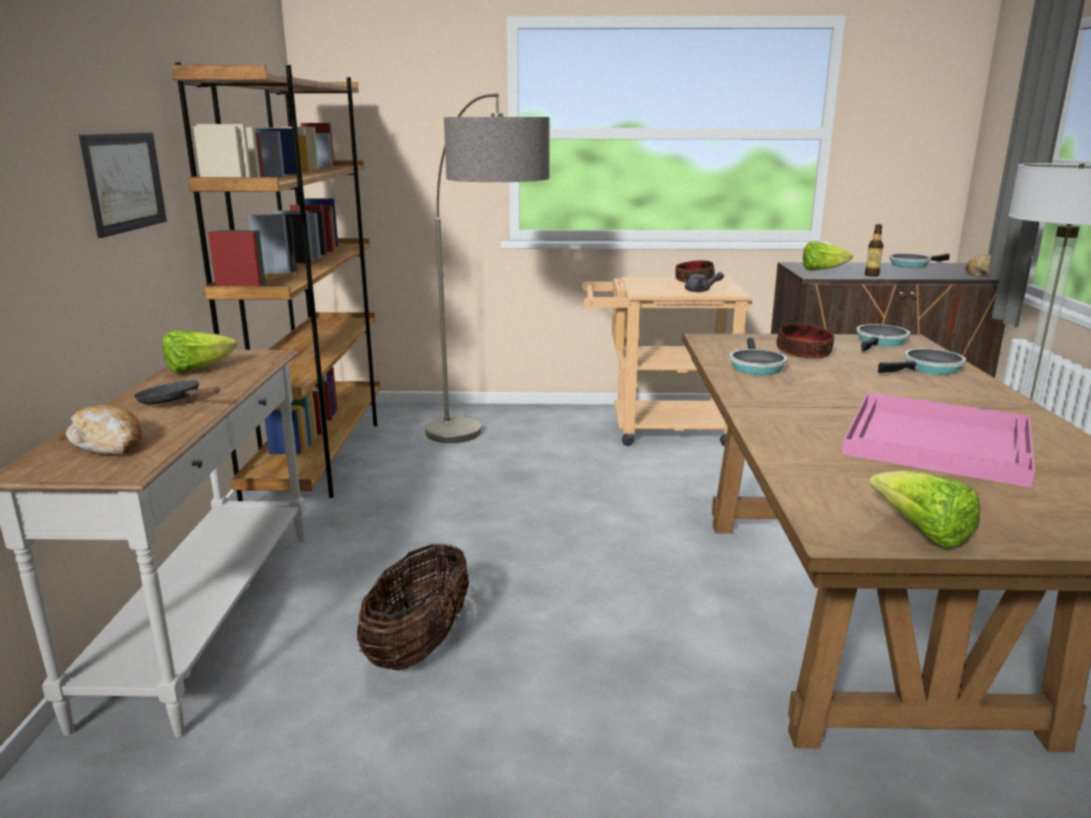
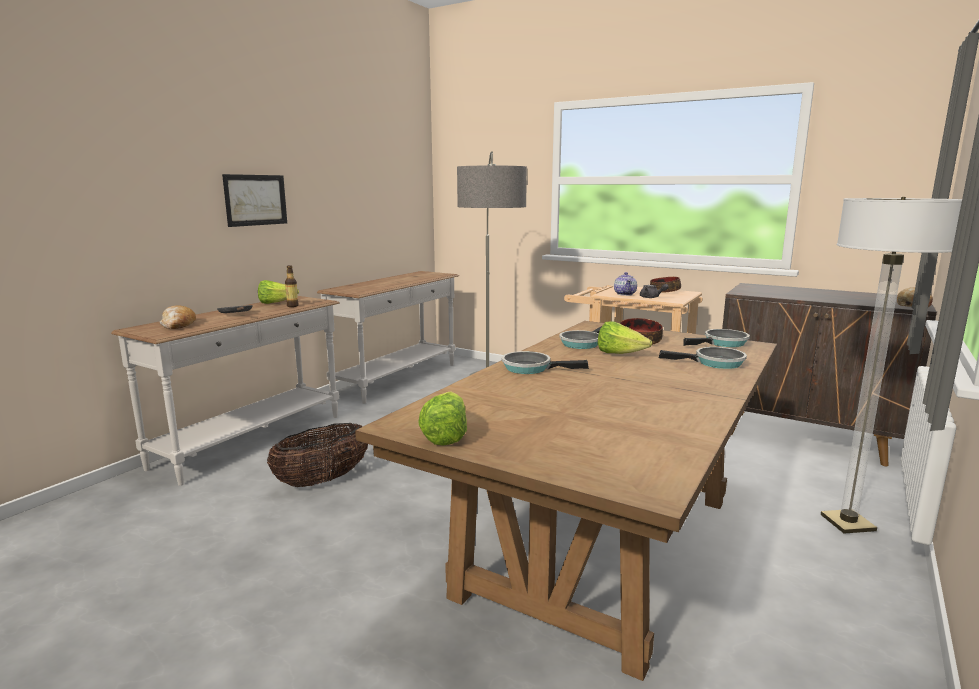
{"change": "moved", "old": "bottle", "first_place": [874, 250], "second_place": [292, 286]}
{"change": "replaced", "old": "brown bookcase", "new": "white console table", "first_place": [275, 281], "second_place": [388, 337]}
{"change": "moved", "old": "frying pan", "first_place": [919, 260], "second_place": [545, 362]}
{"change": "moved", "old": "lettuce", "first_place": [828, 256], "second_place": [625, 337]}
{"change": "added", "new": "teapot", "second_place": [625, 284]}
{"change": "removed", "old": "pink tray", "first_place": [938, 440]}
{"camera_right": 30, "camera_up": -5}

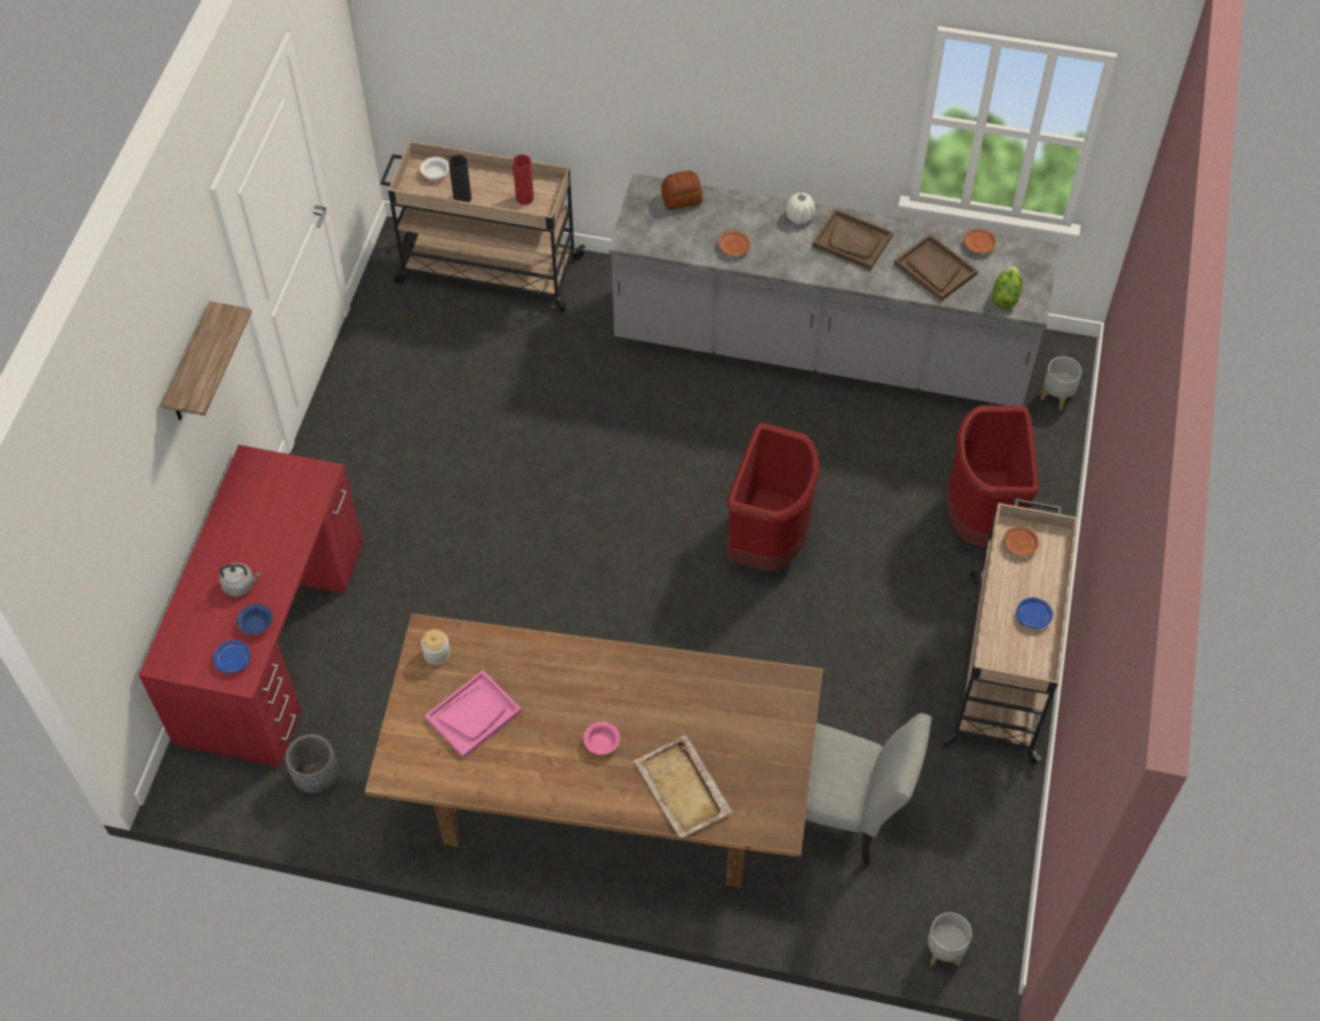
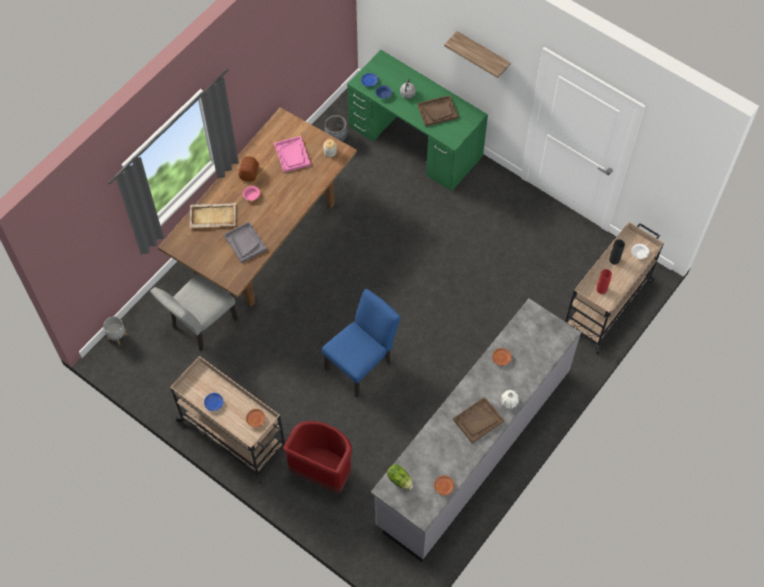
{"change": "added", "new": "grey tray", "second_place": [245, 242]}
{"change": "moved", "old": "bread", "first_place": [682, 190], "second_place": [249, 168]}
{"change": "replaced", "old": "red trash can", "new": "blue chair", "first_place": [773, 496], "second_place": [361, 342]}
{"change": "recoloured", "old": "red desk", "new": "green desk", "first_place": [251, 606], "second_place": [417, 120]}
{"change": "moved", "old": "brown tray", "first_place": [936, 267], "second_place": [438, 111]}
{"change": "removed", "old": "grey planter", "first_place": [1061, 383]}
{"camera_right": 115, "camera_up": 5}

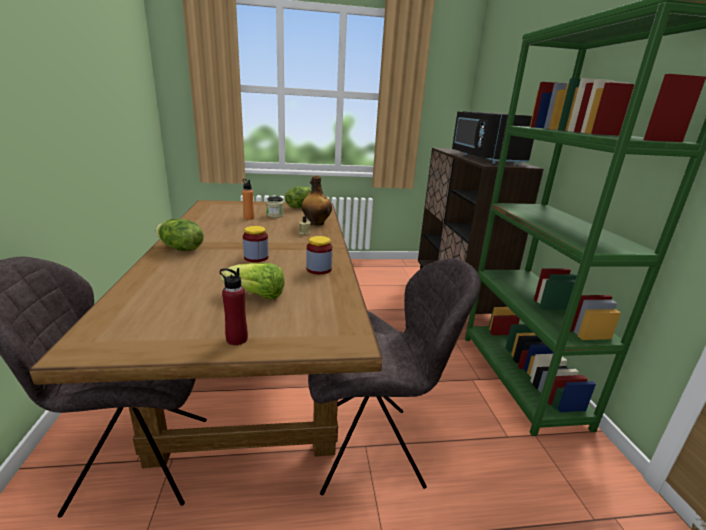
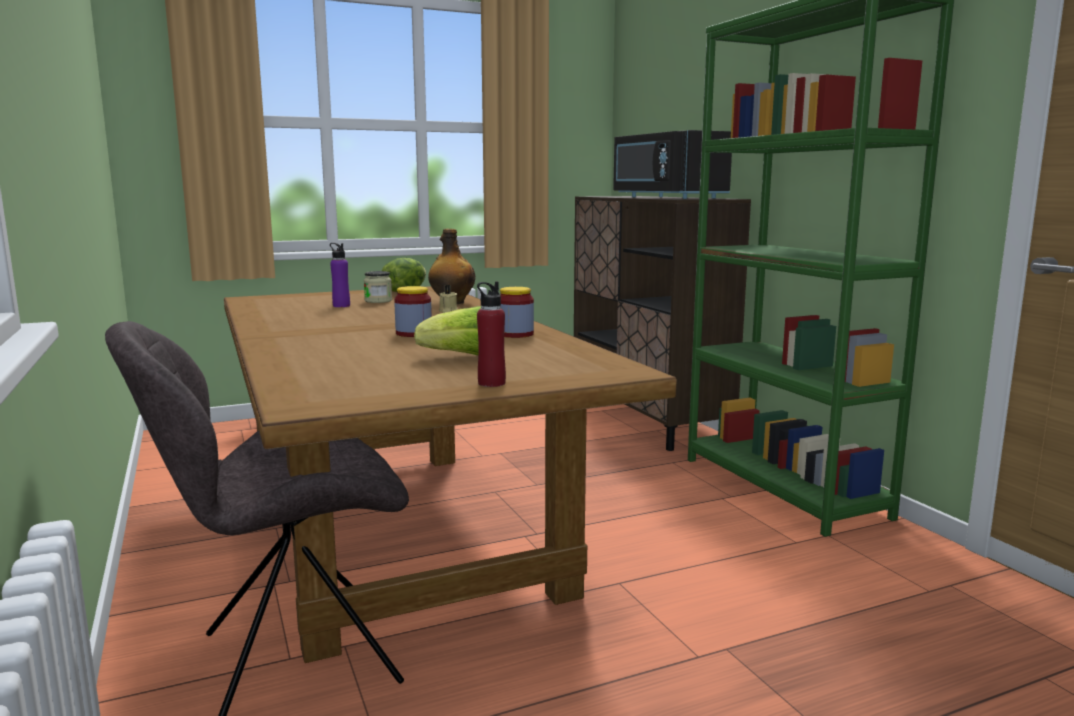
{"change": "recoloured", "old": "orange bottle", "new": "purple bottle", "first_place": [248, 199], "second_place": [340, 275]}
{"change": "removed", "old": "lettuce", "first_place": [179, 235]}
{"change": "removed", "old": "grey chair", "first_place": [394, 376]}
{"camera_right": -15, "camera_up": -10}

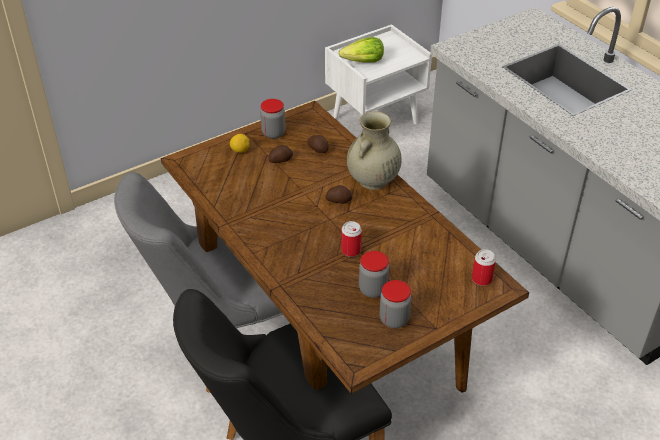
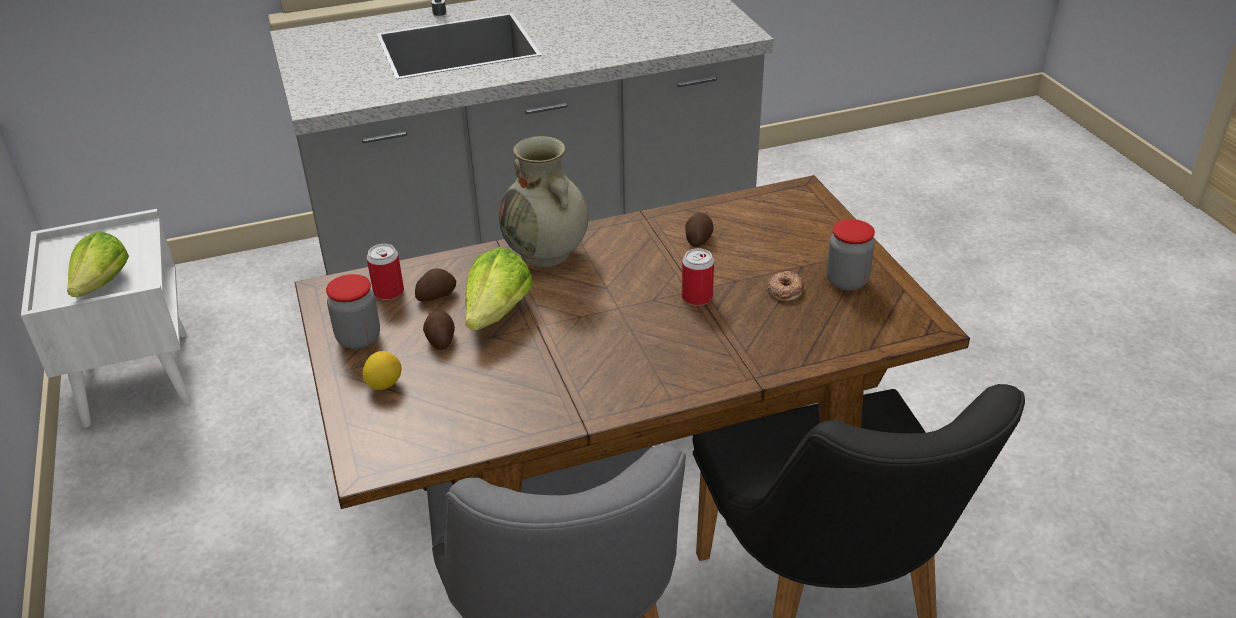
{"change": "moved", "old": "can", "first_place": [484, 267], "second_place": [385, 272]}
{"change": "added", "new": "lettuce", "second_place": [499, 289]}
{"change": "moved", "old": "potato", "first_place": [338, 194], "second_place": [699, 230]}
{"change": "replaced", "old": "jar", "new": "donut", "first_place": [374, 274], "second_place": [785, 286]}
{"camera_right": -75, "camera_up": -5}

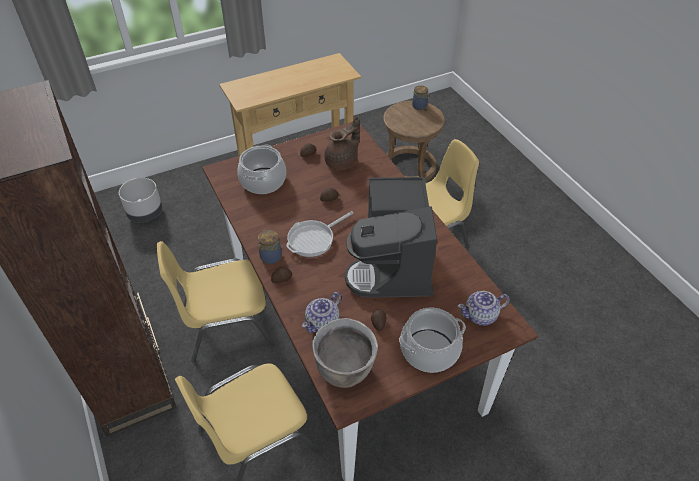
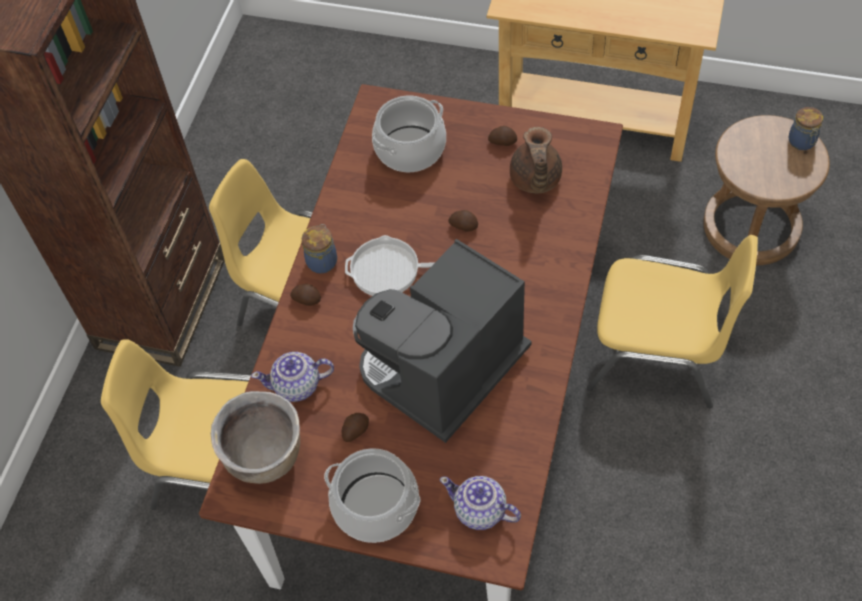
{"change": "turned", "old": "brown teapot", "first_place": [342, 143], "second_place": [536, 160], "degrees": 90}
{"change": "removed", "old": "grey planter", "first_place": [140, 200]}
{"camera_right": 45, "camera_up": 10}

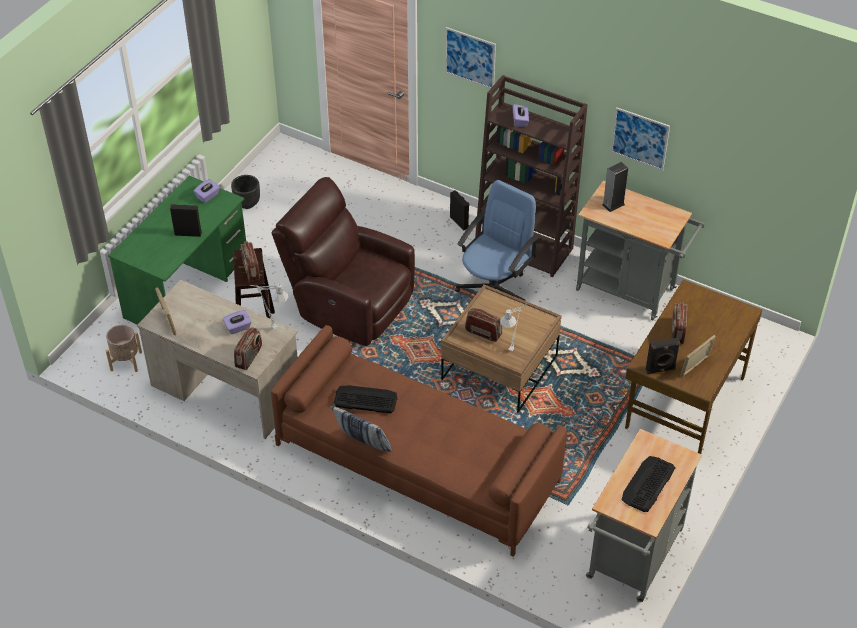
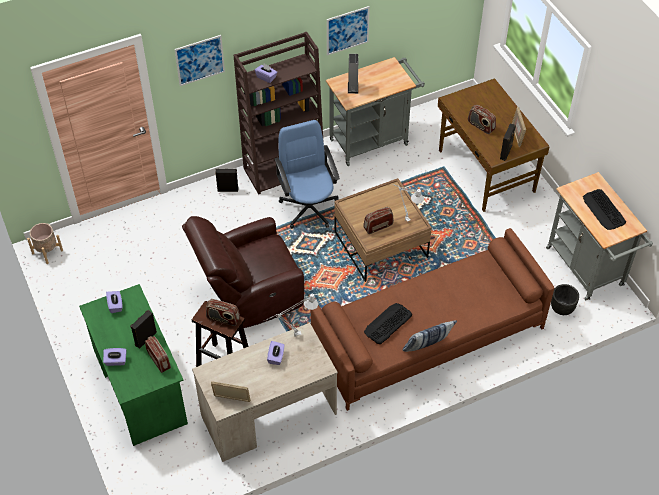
{"change": "moved", "old": "beige planter", "first_place": [124, 348], "second_place": [45, 243]}
{"change": "added", "new": "purple tissue box", "second_place": [114, 357]}
{"change": "moved", "old": "radio", "first_place": [248, 348], "second_place": [158, 354]}
{"change": "moved", "old": "black planter", "first_place": [245, 192], "second_place": [565, 299]}
{"camera_right": -55, "camera_up": 5}

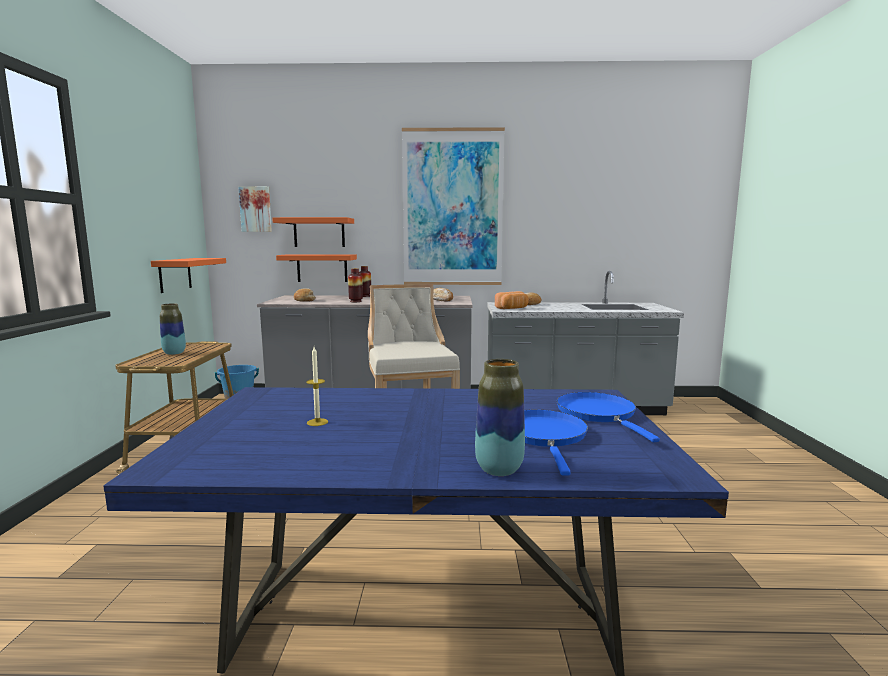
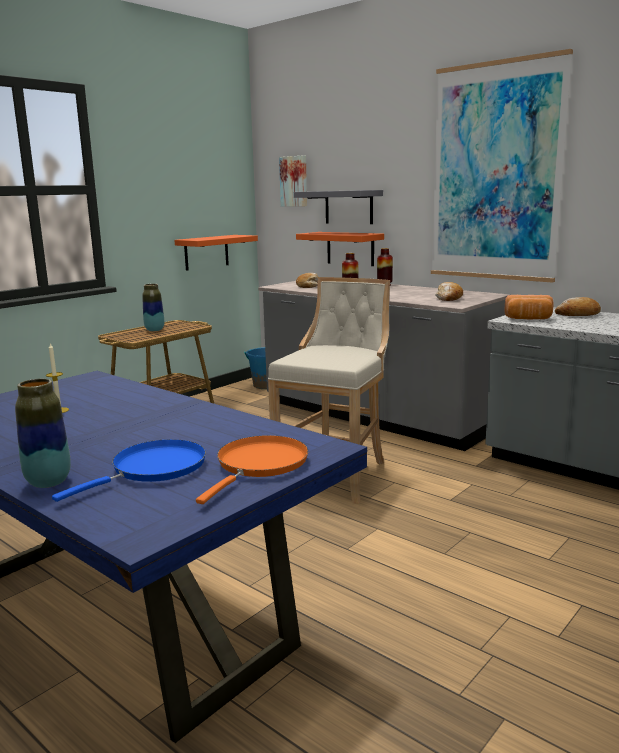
{"change": "recoloured", "old": "blue frying pan", "new": "orange frying pan", "first_place": [608, 417], "second_place": [252, 469]}
{"change": "recoloured", "old": "orange shelf", "new": "grey shelf", "first_place": [313, 232], "second_place": [338, 207]}
{"camera_right": 40, "camera_up": 5}

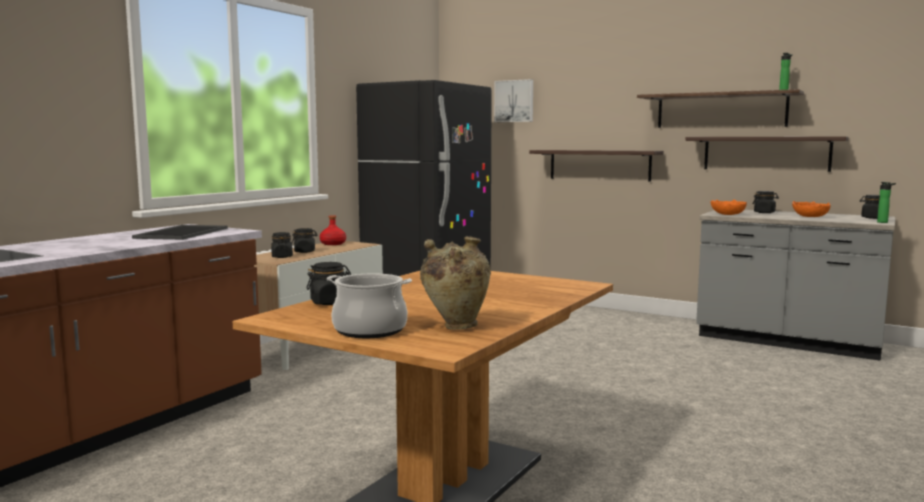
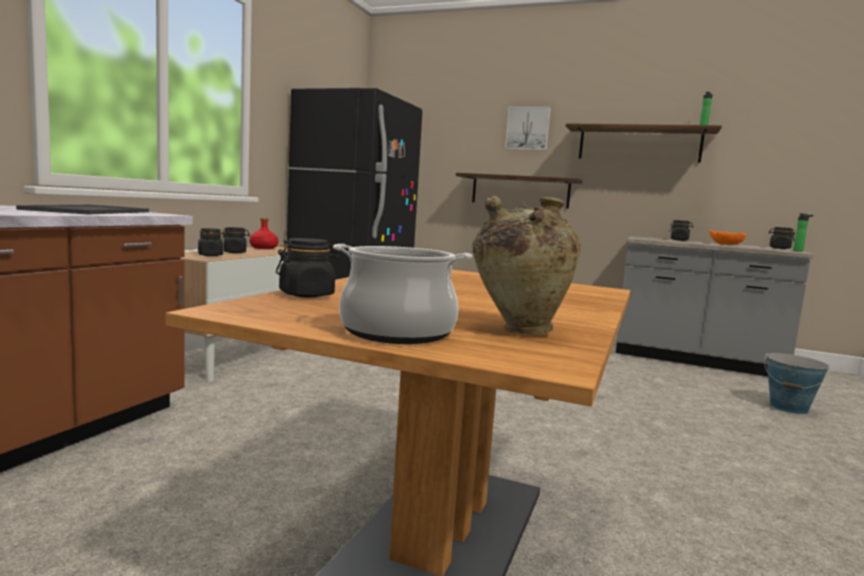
{"change": "moved", "old": "picture", "first_place": [513, 100], "second_place": [528, 129]}
{"change": "added", "new": "bucket", "second_place": [797, 383]}
{"change": "removed", "old": "shelf", "first_place": [766, 154]}
{"change": "removed", "old": "orange bowl", "first_place": [729, 207]}
{"camera_right": -10, "camera_up": 0}

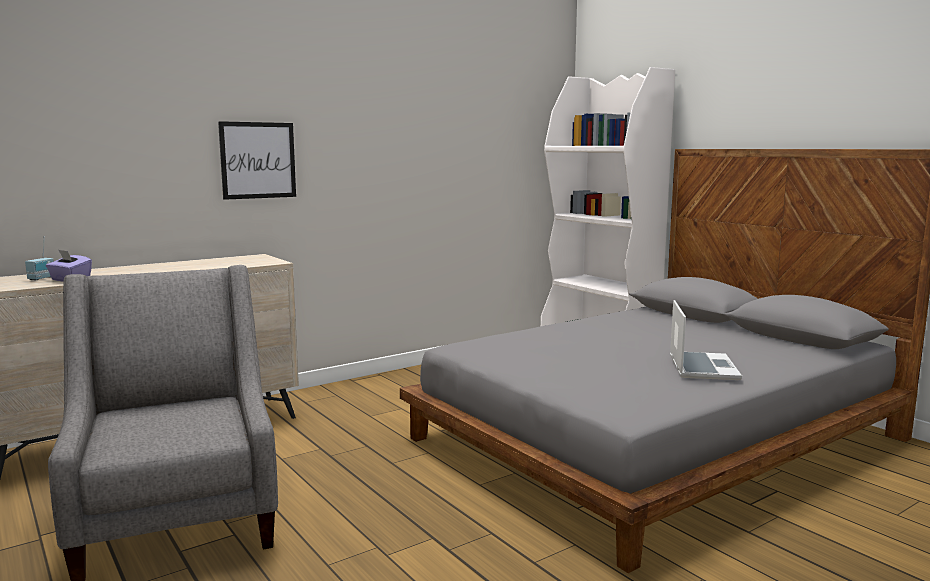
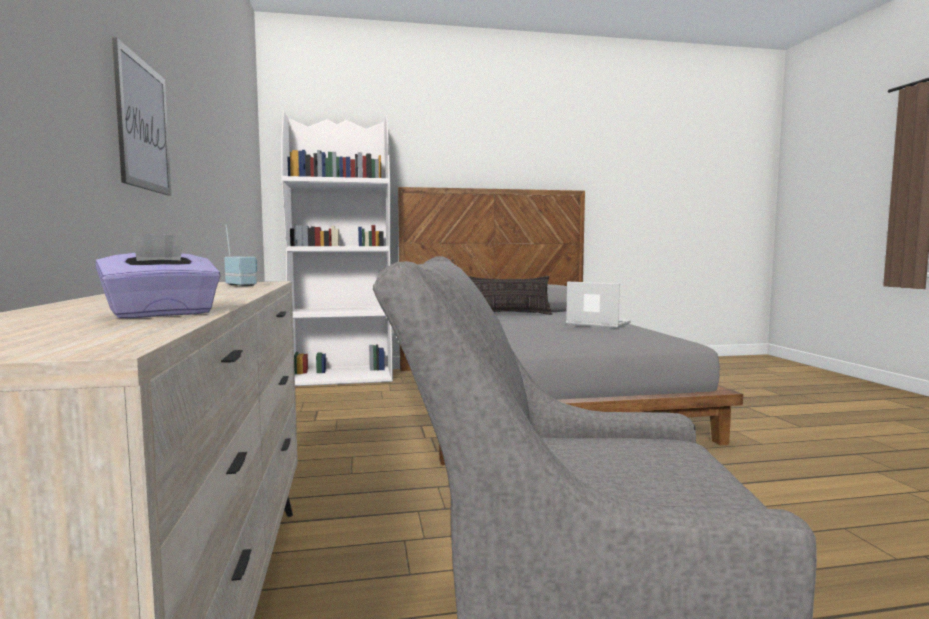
{"change": "moved", "old": "radio", "first_place": [39, 258], "second_place": [240, 255]}
{"change": "added", "new": "pillow", "second_place": [510, 295]}
{"camera_right": -65, "camera_up": -5}

